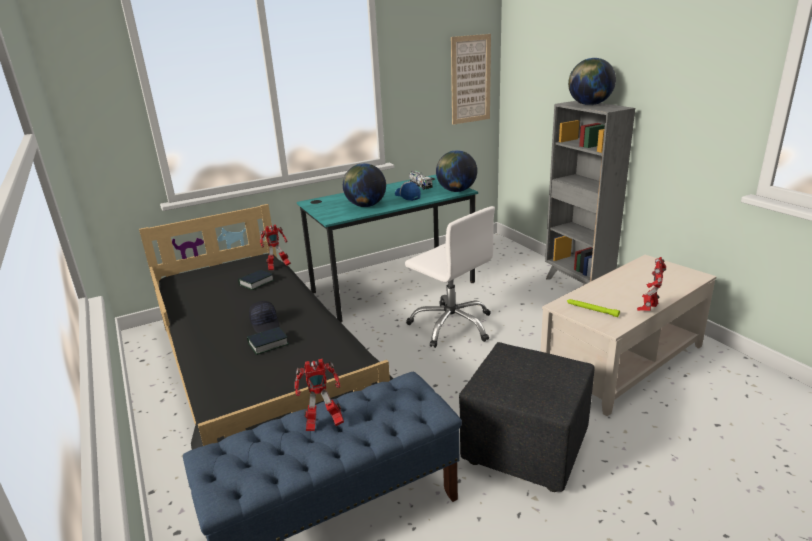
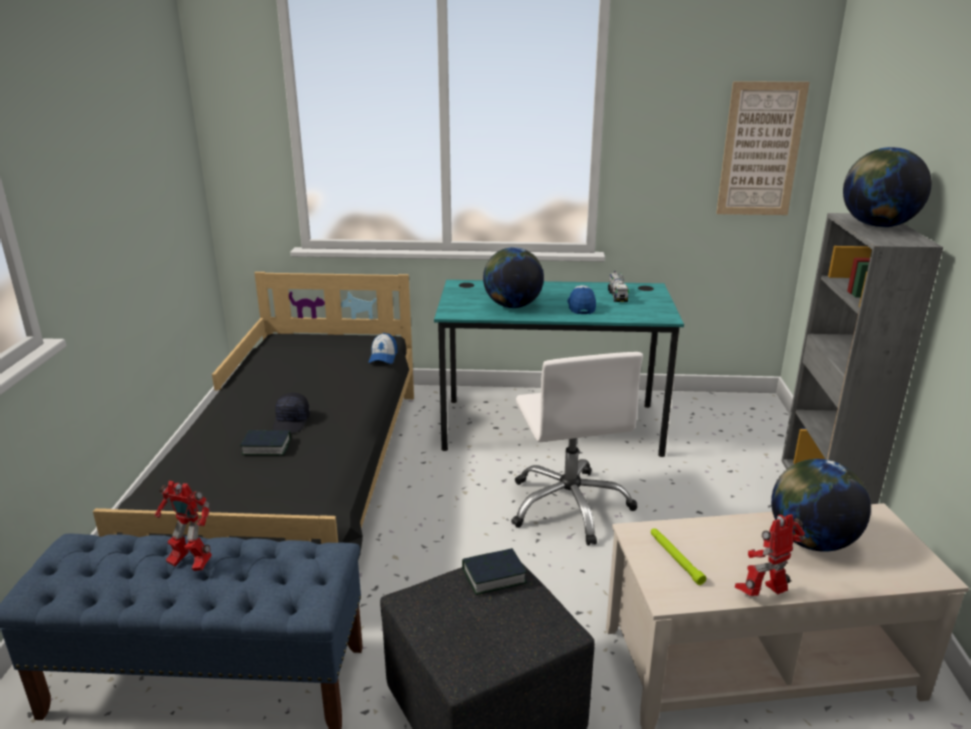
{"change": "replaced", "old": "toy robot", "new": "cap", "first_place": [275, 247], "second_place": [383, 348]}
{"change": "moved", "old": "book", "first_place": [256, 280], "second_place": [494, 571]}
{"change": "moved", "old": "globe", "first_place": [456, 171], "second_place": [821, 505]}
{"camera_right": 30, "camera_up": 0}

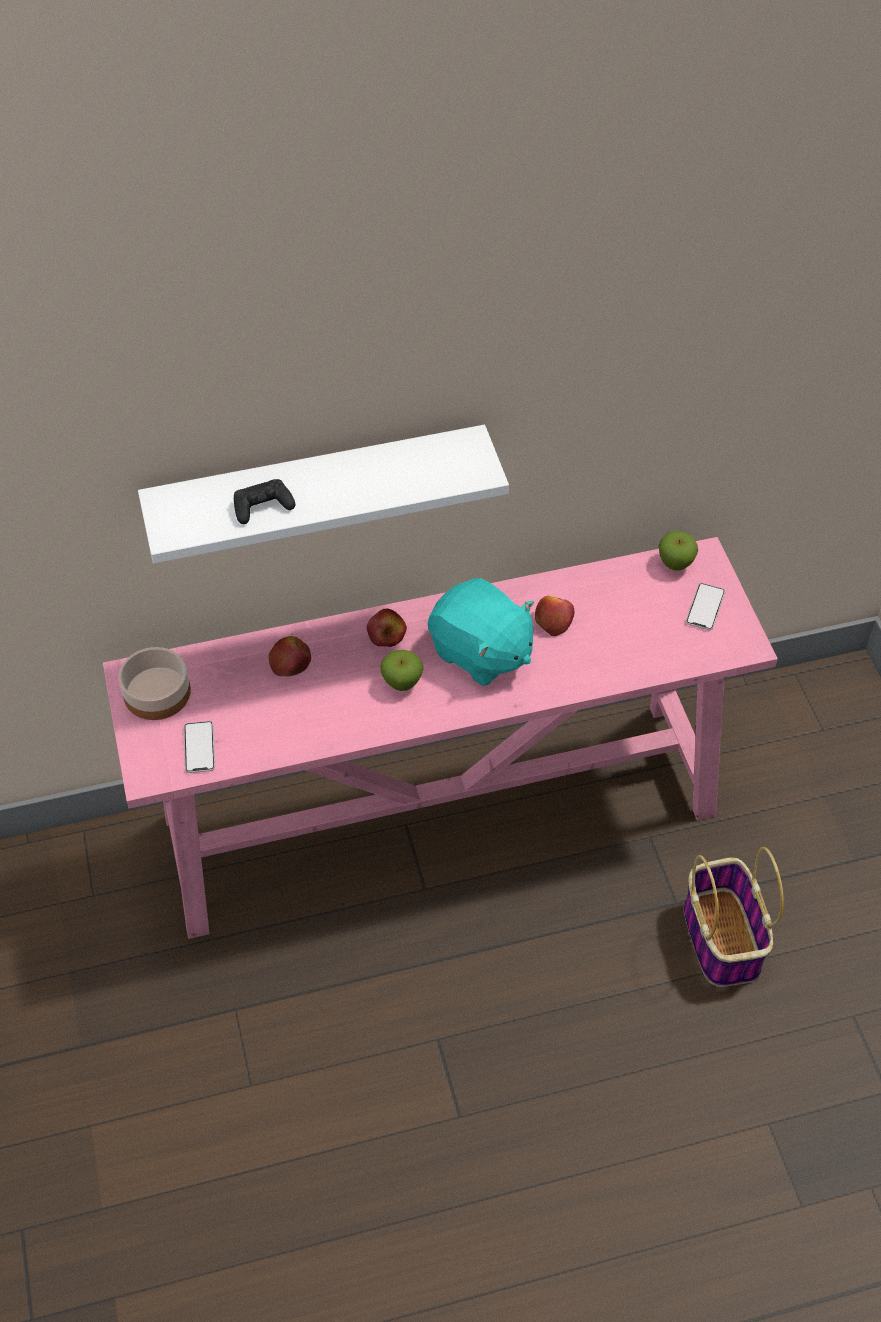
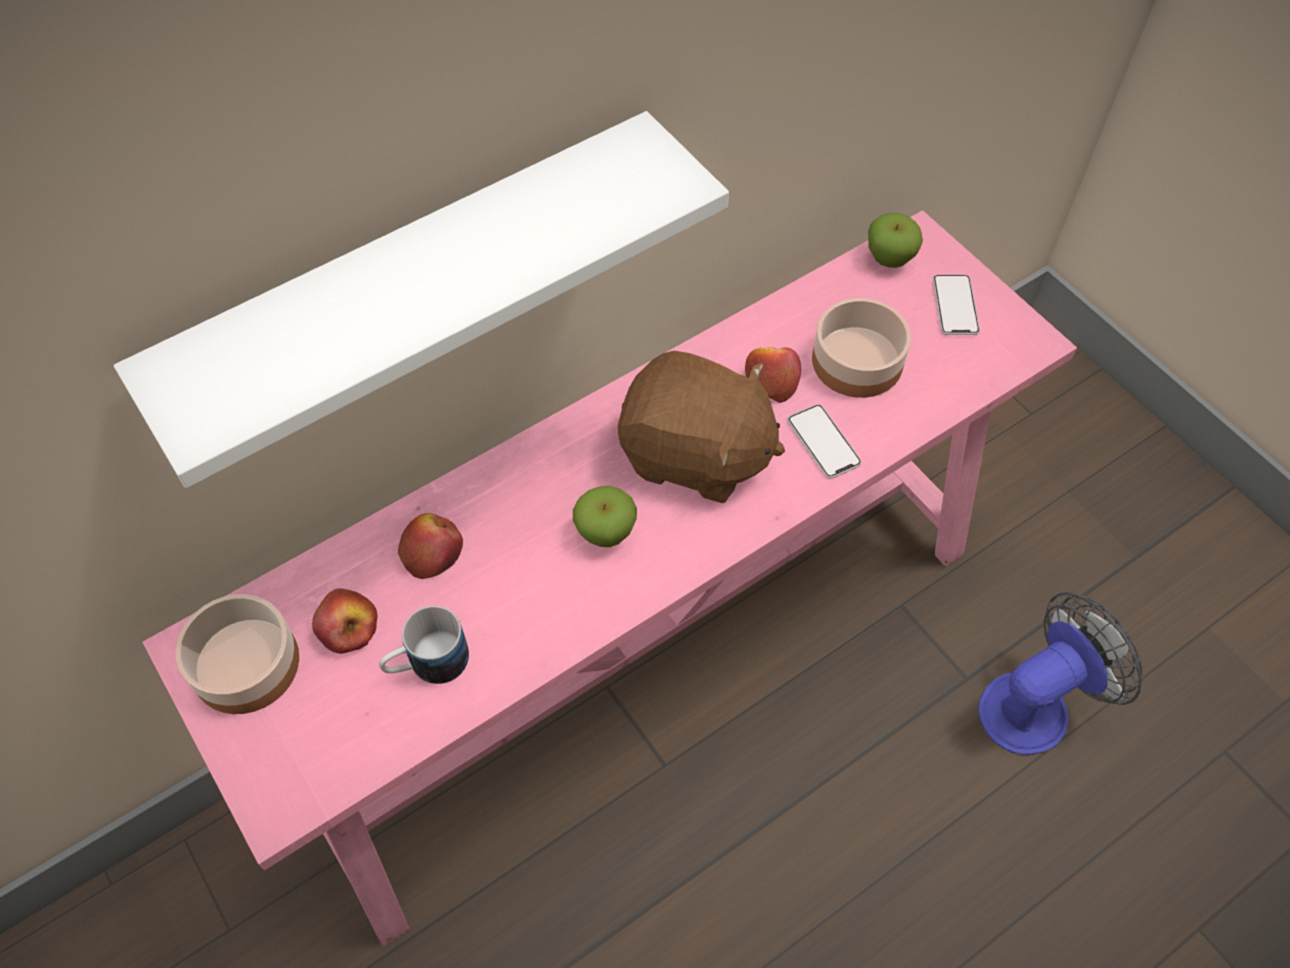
{"change": "moved", "old": "apple", "first_place": [387, 627], "second_place": [345, 621]}
{"change": "added", "new": "mug", "second_place": [424, 645]}
{"change": "recoloured", "old": "turquoise plush toy", "new": "brown plush toy", "first_place": [481, 632], "second_place": [701, 427]}
{"change": "moved", "old": "phone", "first_place": [199, 747], "second_place": [824, 442]}
{"change": "added", "new": "bowl", "second_place": [861, 348]}
{"change": "replaced", "old": "basket", "new": "fan", "first_place": [734, 917], "second_place": [1060, 673]}
{"change": "removed", "old": "black game controller", "first_place": [264, 501]}
{"camera_right": -20, "camera_up": 5}

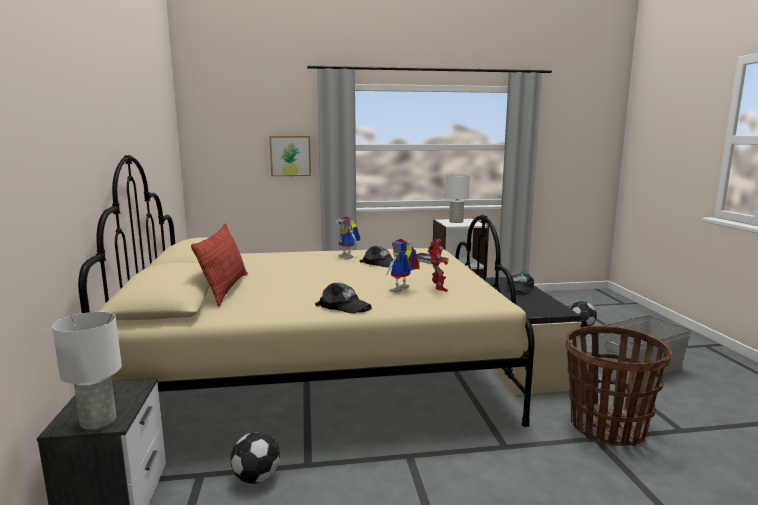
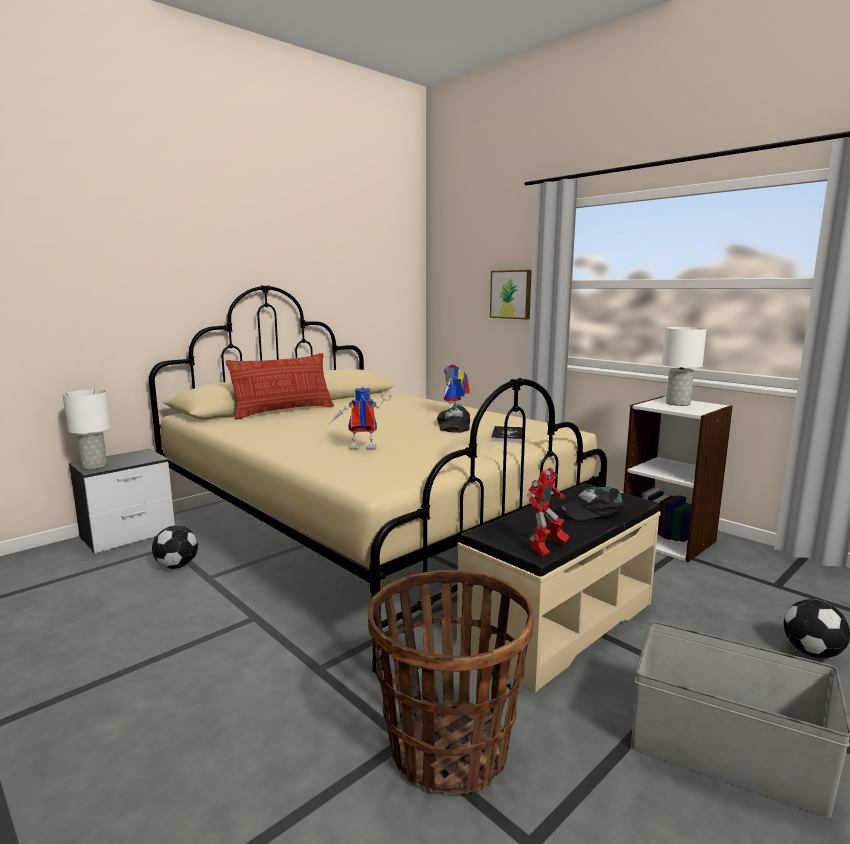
{"change": "moved", "old": "toy robot", "first_place": [438, 265], "second_place": [548, 512]}
{"change": "removed", "old": "black cap", "first_place": [343, 298]}
{"camera_right": 55, "camera_up": 0}

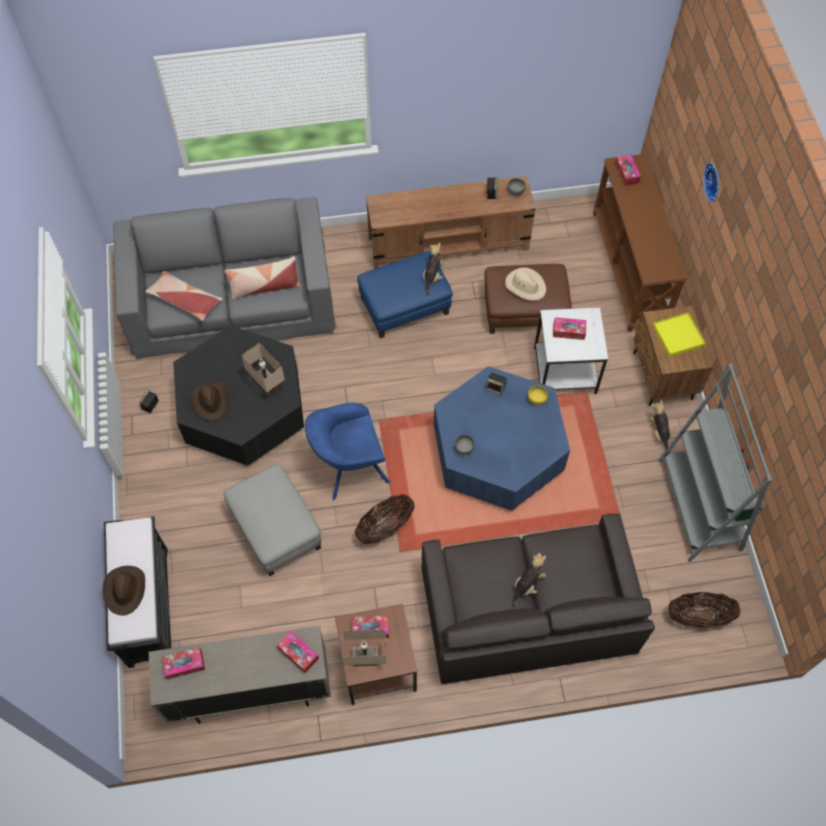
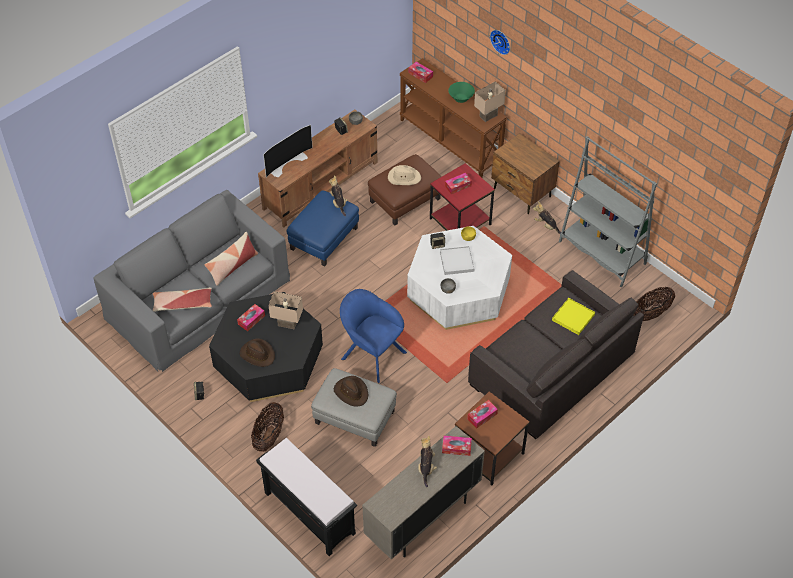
{"change": "moved", "old": "tissue box", "first_place": [183, 663], "second_place": [251, 317]}
{"change": "moved", "old": "basket", "first_place": [385, 519], "second_place": [267, 427]}
{"change": "added", "new": "television", "second_place": [288, 151]}
{"change": "moved", "old": "brown hat", "first_place": [124, 591], "second_place": [351, 391]}
{"change": "turned", "old": "blue armchair", "first_place": [347, 451], "second_place": [373, 336], "degrees": 90}
{"change": "recoloured", "old": "blue coffee table", "new": "white coffee table", "first_place": [502, 438], "second_place": [459, 278]}
{"change": "moved", "old": "plush toy", "first_place": [529, 580], "second_place": [427, 461]}
{"change": "recoloured", "old": "white side table", "new": "red side table", "first_place": [571, 351], "second_place": [462, 197]}
{"change": "added", "new": "white tray", "second_place": [457, 260]}
{"change": "added", "new": "green bowl", "second_place": [461, 92]}
{"change": "moved", "old": "beige table lamp", "first_place": [364, 648], "second_place": [490, 101]}
{"change": "moved", "old": "yellow tray", "first_place": [679, 334], "second_place": [573, 316]}
{"camera_right": -35, "camera_up": -10}

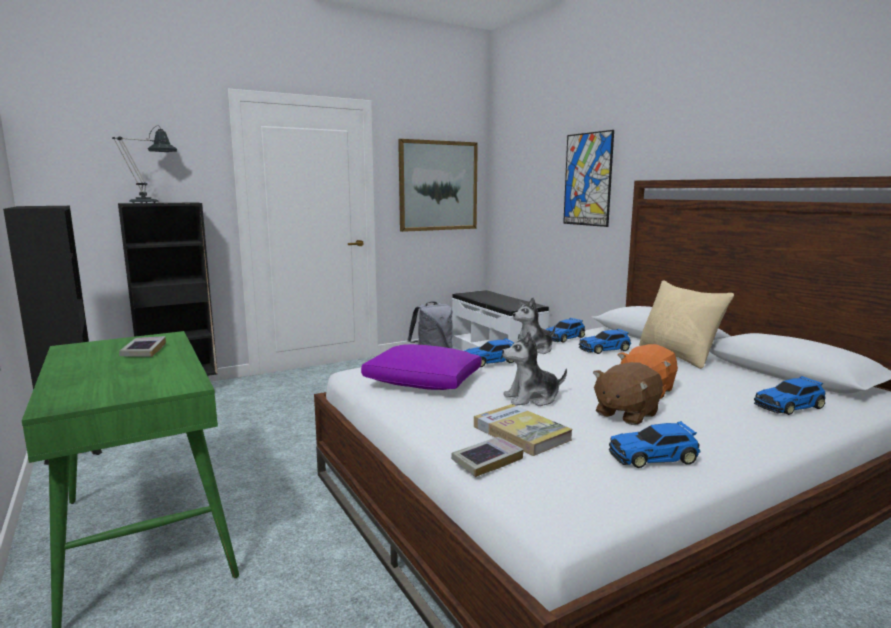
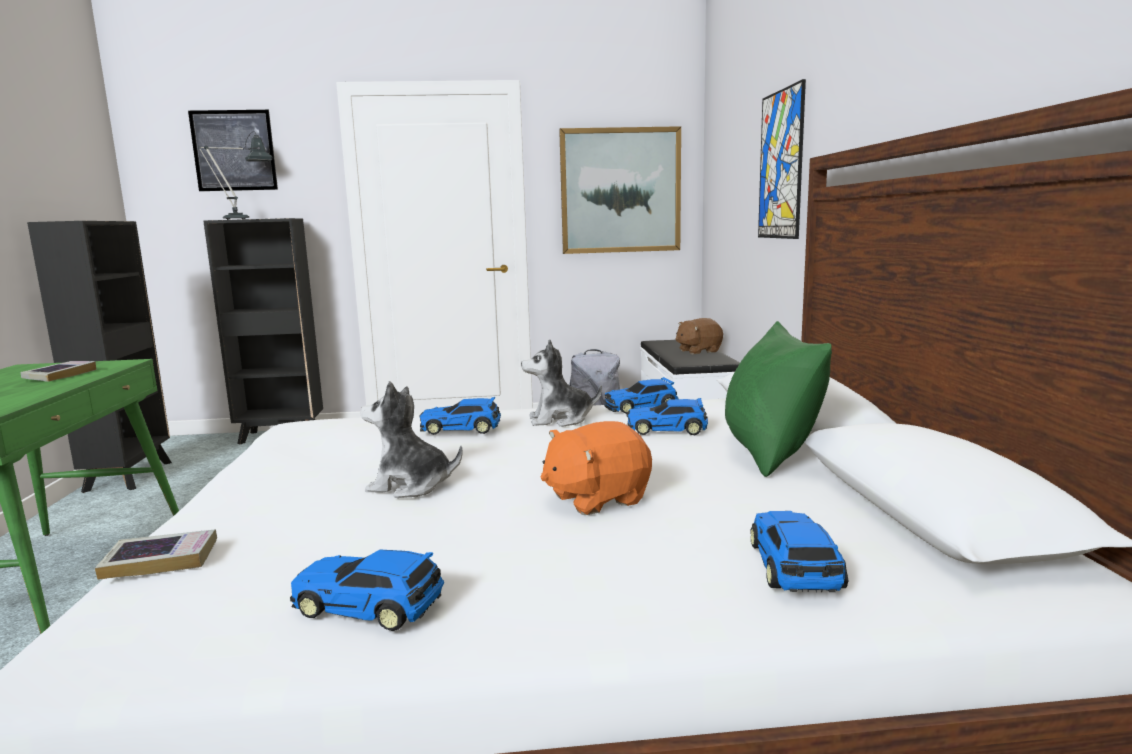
{"change": "added", "new": "picture", "second_place": [233, 150]}
{"change": "moved", "old": "brown plush toy", "first_place": [628, 393], "second_place": [699, 336]}
{"change": "recoloured", "old": "beige pillow", "new": "green pillow", "first_place": [686, 324], "second_place": [778, 399]}
{"change": "turned", "old": "toy car", "first_place": [790, 395], "second_place": [800, 552], "degrees": 90}
{"change": "removed", "old": "purple pillow", "first_place": [421, 367]}
{"change": "removed", "old": "book", "first_place": [523, 430]}
{"camera_right": 25, "camera_up": 0}

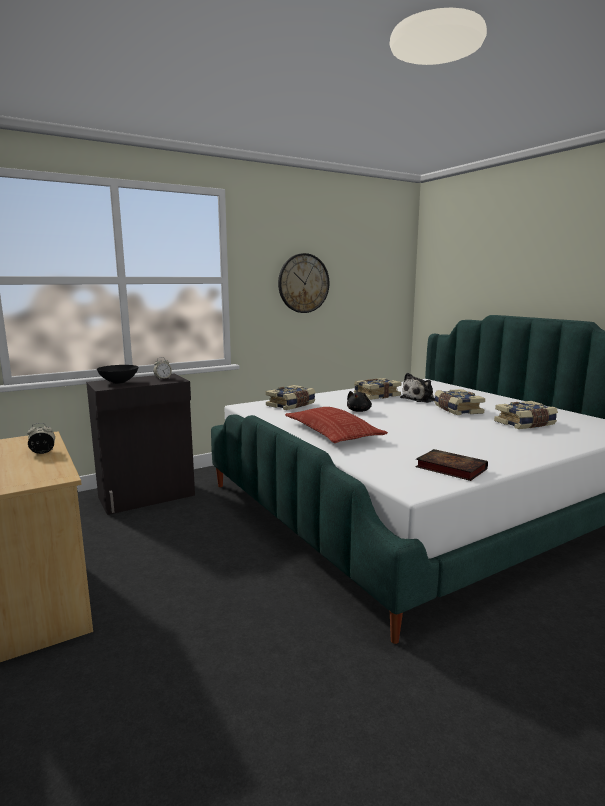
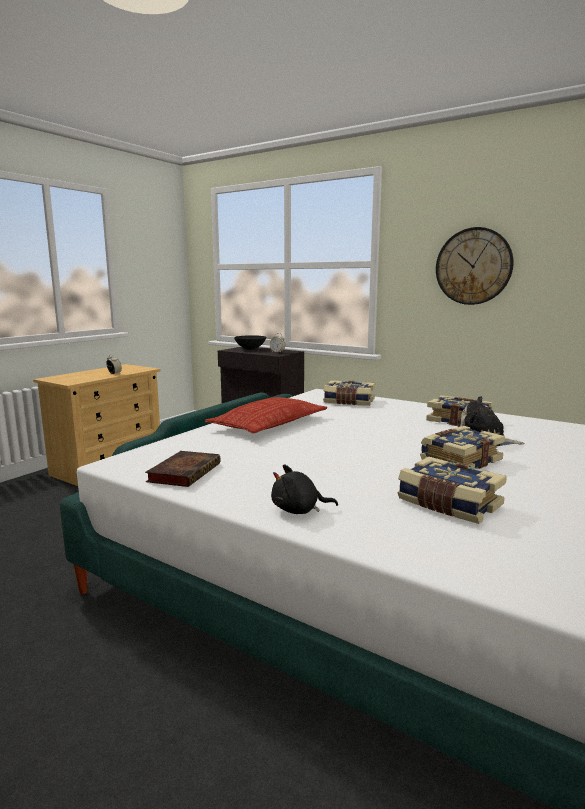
{"change": "moved", "old": "black plush toy", "first_place": [359, 401], "second_place": [304, 489]}
{"camera_right": 65, "camera_up": 0}

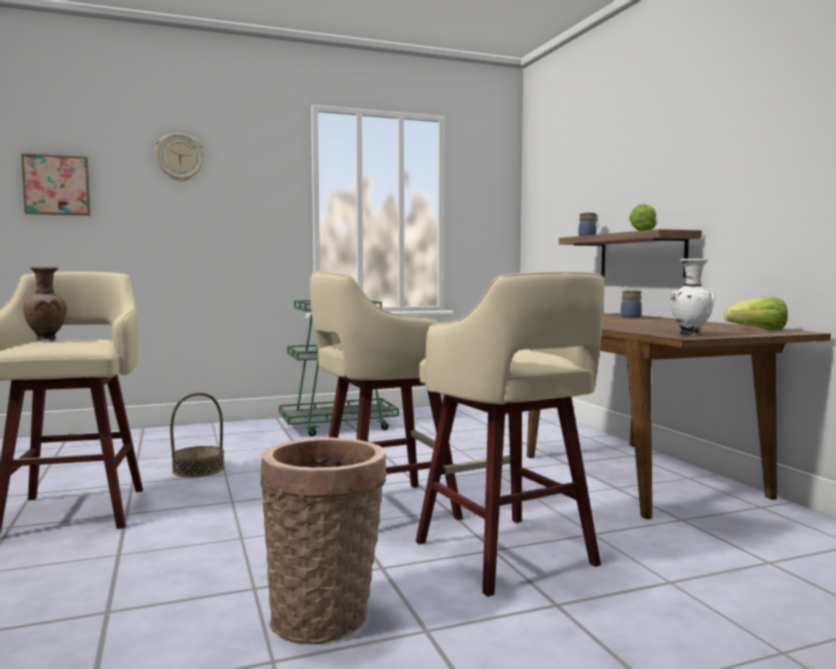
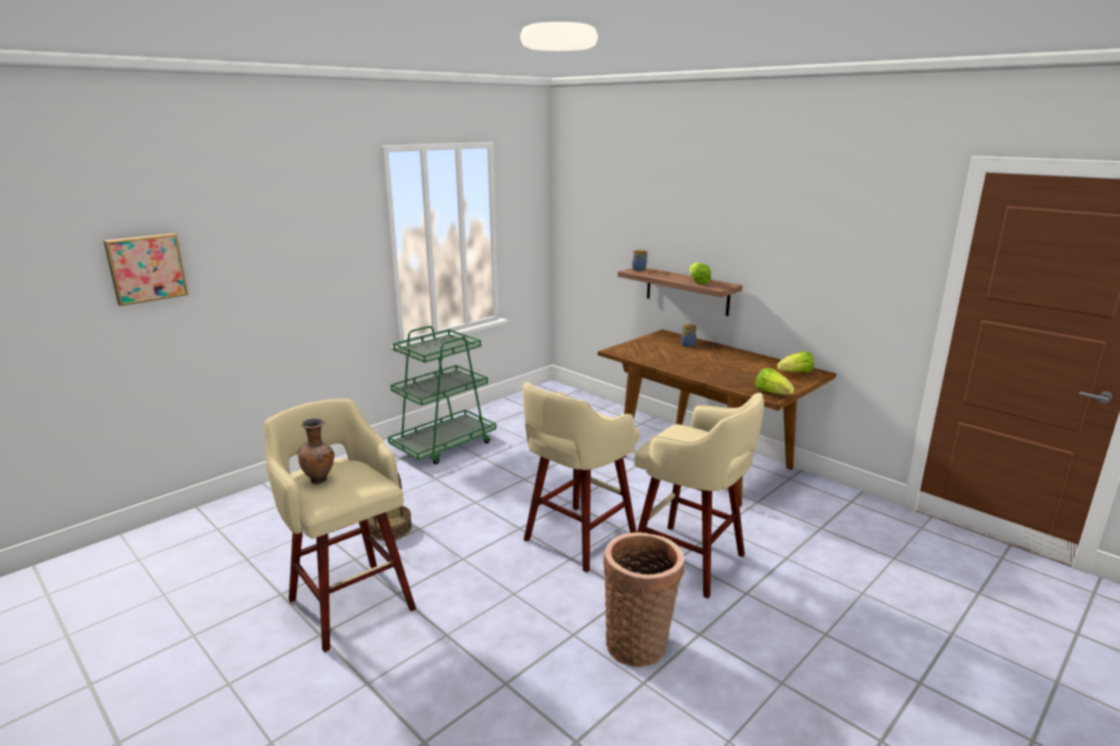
{"change": "replaced", "old": "white vase", "new": "lettuce", "first_place": [693, 297], "second_place": [774, 381]}
{"change": "removed", "old": "wall clock", "first_place": [180, 157]}
{"camera_right": -25, "camera_up": 15}

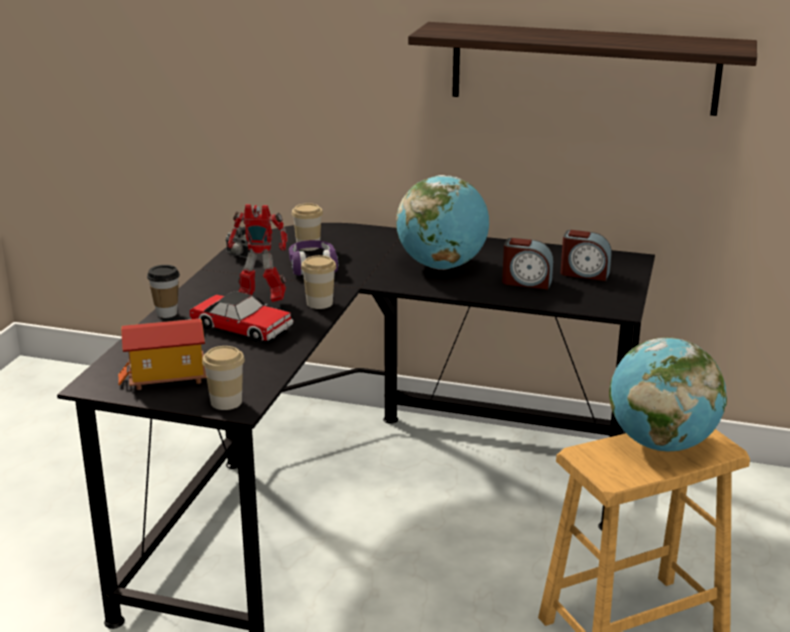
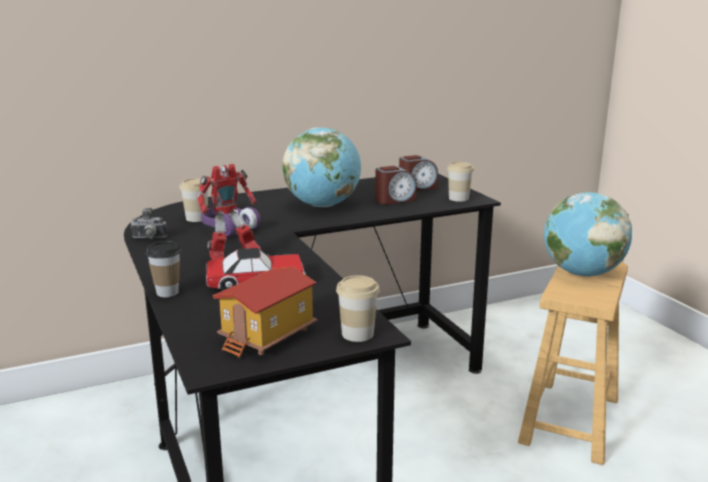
{"change": "moved", "old": "cup", "first_place": [318, 282], "second_place": [460, 182]}
{"change": "removed", "old": "shelf", "first_place": [582, 69]}
{"camera_right": -40, "camera_up": -5}

